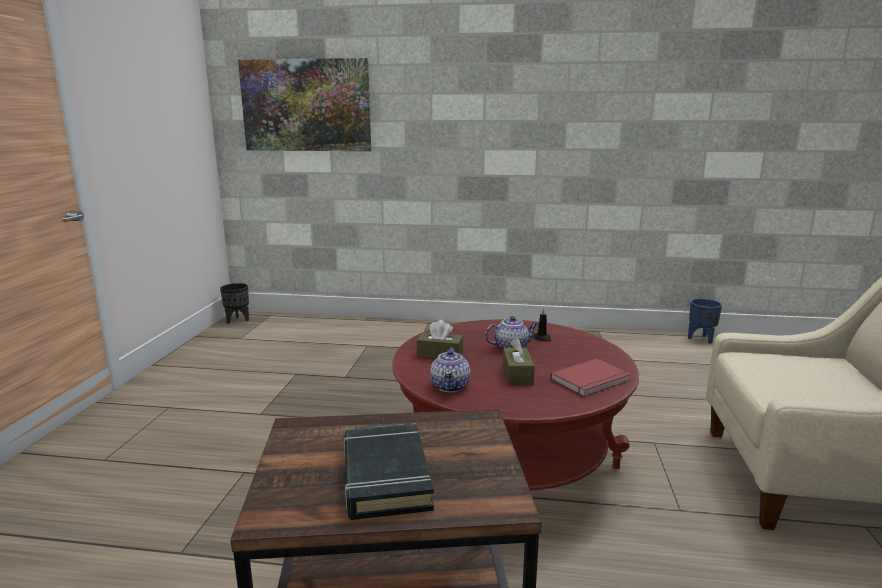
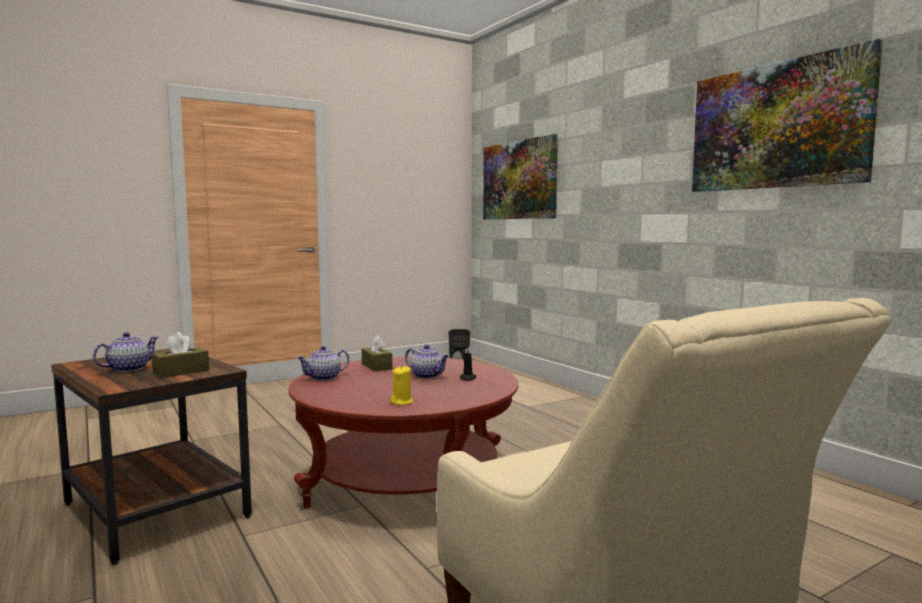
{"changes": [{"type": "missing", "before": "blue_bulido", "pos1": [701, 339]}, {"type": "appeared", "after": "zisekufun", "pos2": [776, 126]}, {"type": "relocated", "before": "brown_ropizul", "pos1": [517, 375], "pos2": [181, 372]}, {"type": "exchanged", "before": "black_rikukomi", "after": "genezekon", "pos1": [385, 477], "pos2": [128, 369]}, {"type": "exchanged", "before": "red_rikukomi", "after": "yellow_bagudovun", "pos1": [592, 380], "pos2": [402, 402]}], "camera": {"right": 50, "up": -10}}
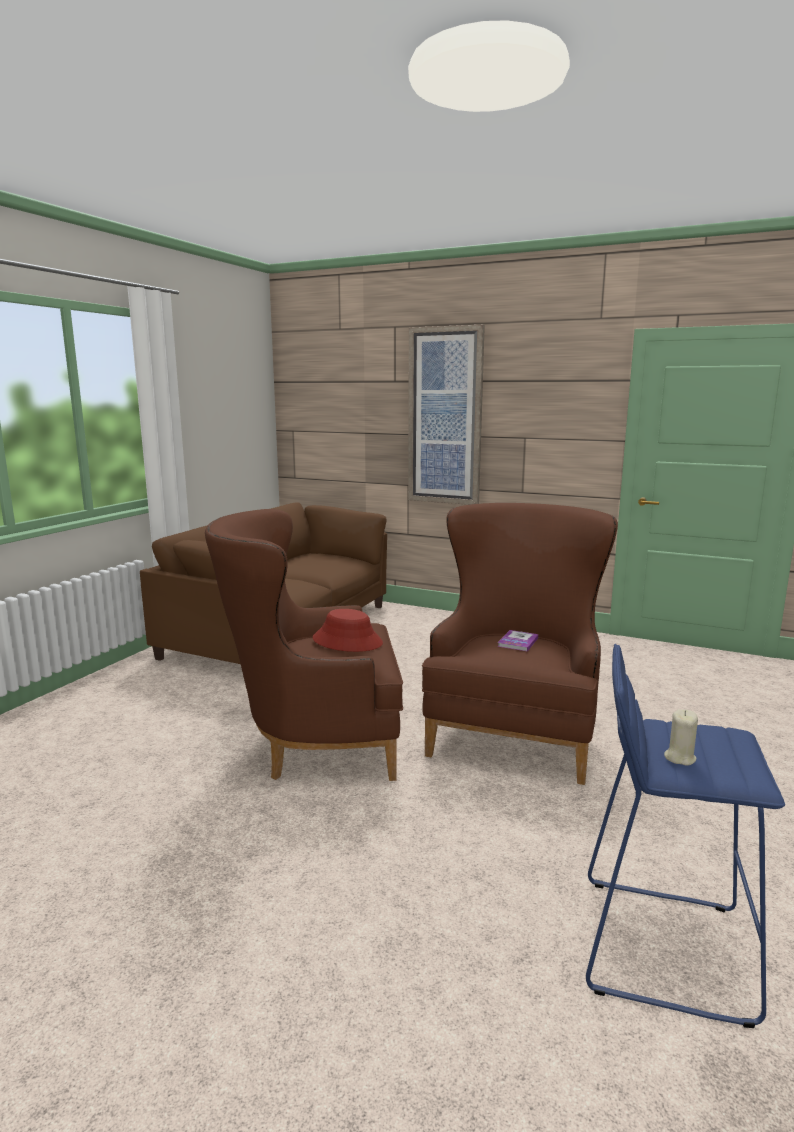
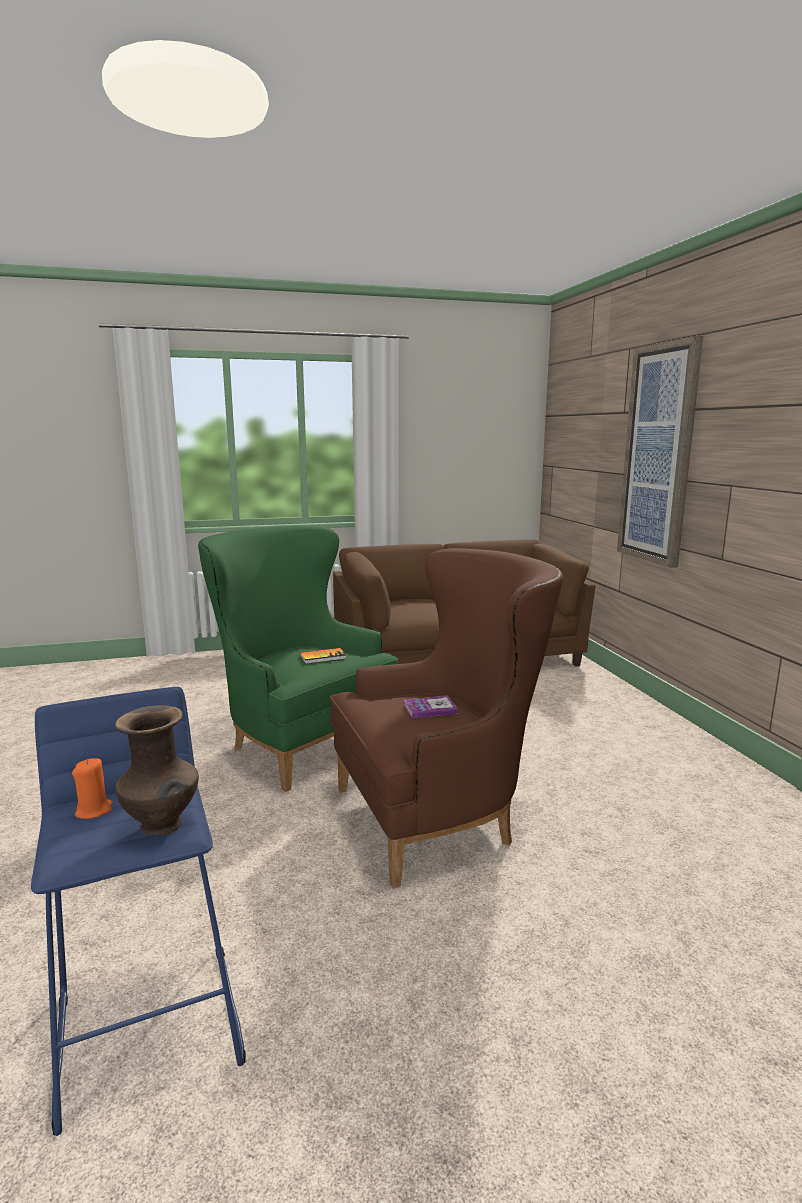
{"changes": [{"type": "appeared", "after": "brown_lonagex", "pos2": [163, 826]}, {"type": "exchanged", "before": "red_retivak", "after": "rikukomi", "pos1": [347, 641], "pos2": [323, 657]}, {"type": "colour", "before": "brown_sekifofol", "after": "green_sekifofol", "pos1": [313, 743], "pos2": [299, 740]}, {"type": "colour", "before": "beige_bagudovun", "after": "orange_bagudovun", "pos1": [679, 757], "pos2": [94, 810]}], "camera": {"right": 50, "up": 0}}
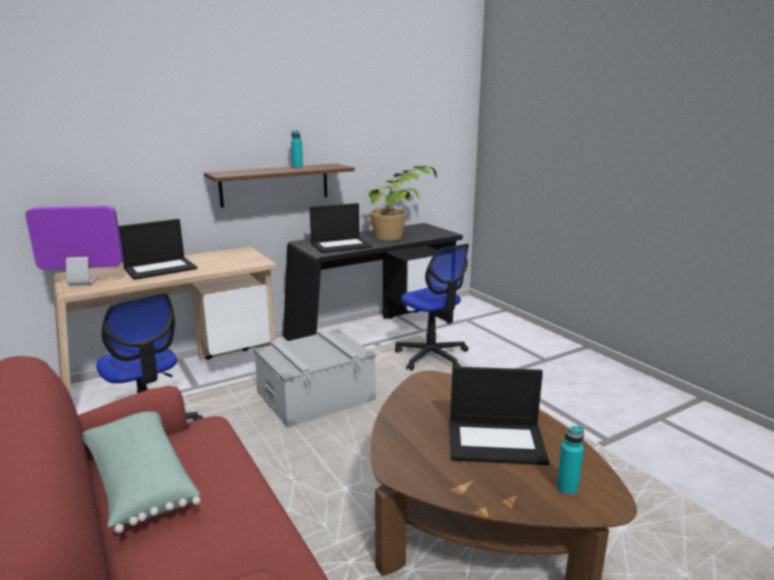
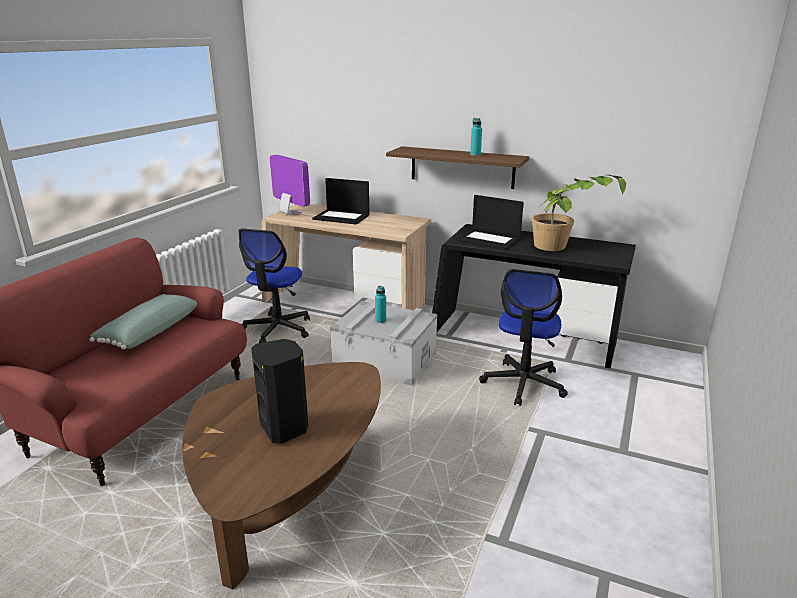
{"changes": [{"type": "relocated", "before": "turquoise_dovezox", "pos1": [567, 488], "pos2": [380, 320]}, {"type": "exchanged", "before": "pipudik", "after": "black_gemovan", "pos1": [497, 442], "pos2": [285, 428]}], "camera": {"right": 55, "up": 5}}
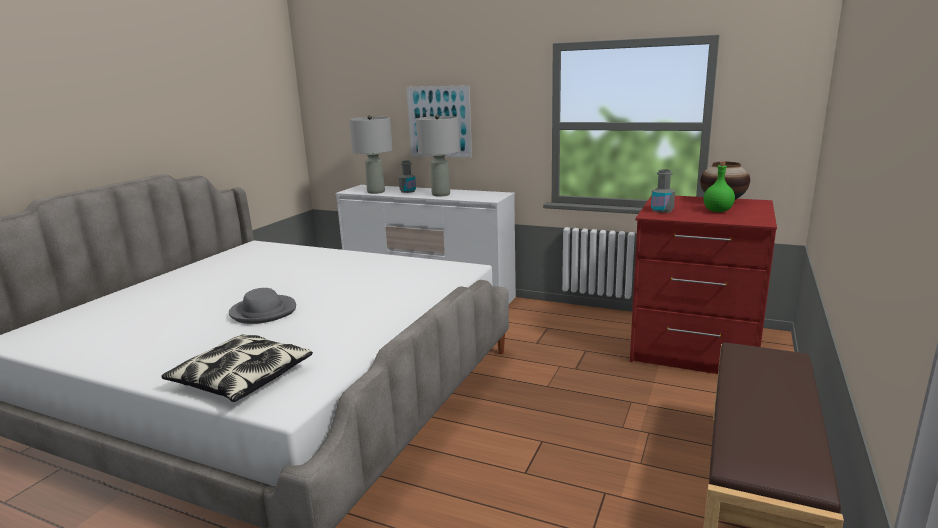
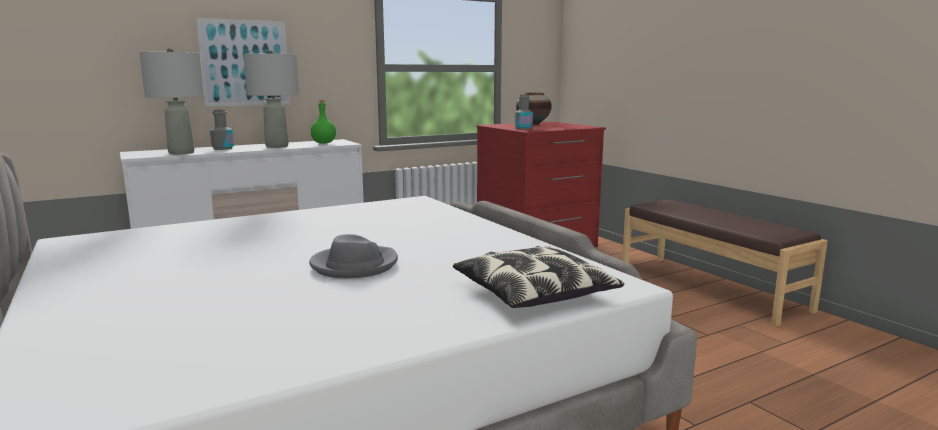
{"changes": [{"type": "relocated", "before": "green_dovezox", "pos1": [718, 211], "pos2": [324, 143]}], "camera": {"right": -55, "up": -5}}
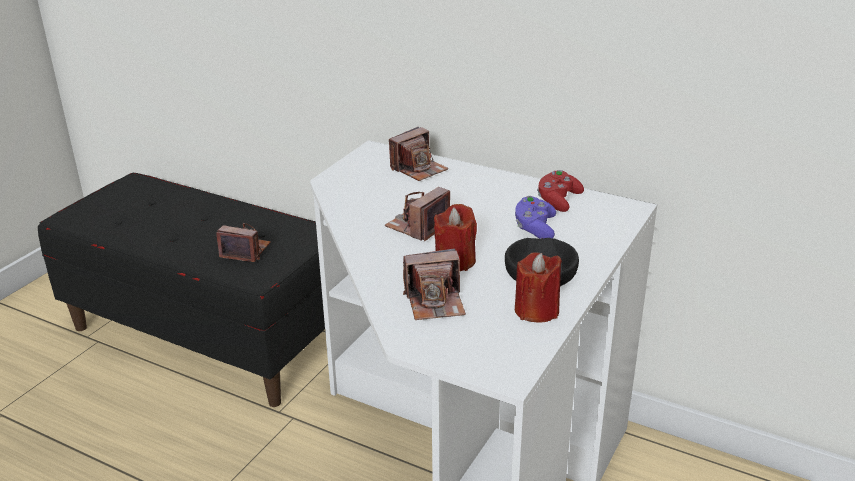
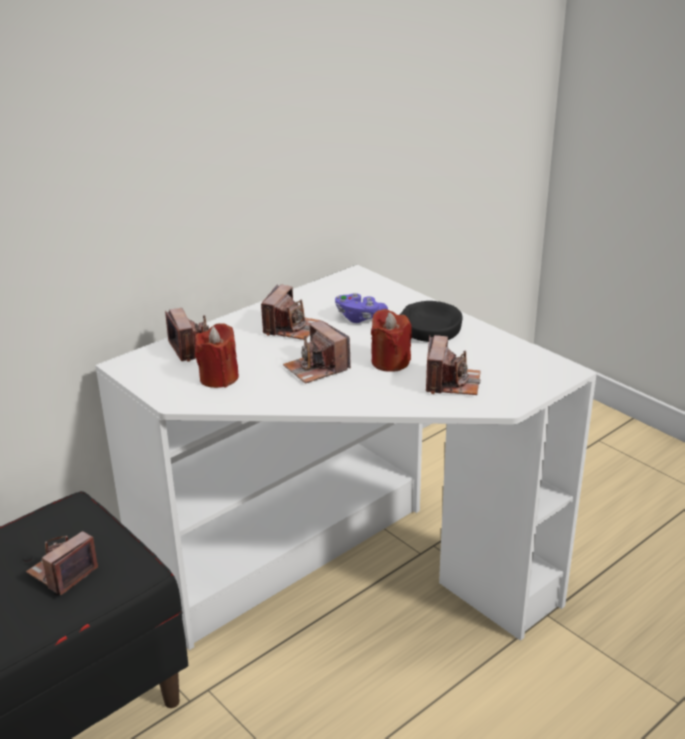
{"changes": [{"type": "missing", "before": "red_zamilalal", "pos1": [558, 200]}, {"type": "appeared", "after": "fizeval", "pos2": [291, 328]}, {"type": "relocated", "before": "red_bagudovun", "pos1": [536, 310], "pos2": [219, 378]}], "camera": {"right": -70, "up": 0}}
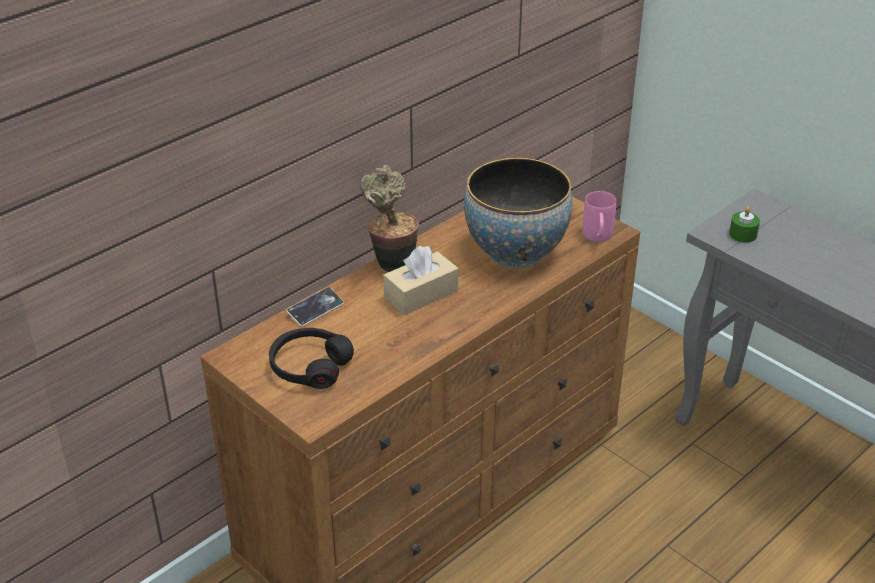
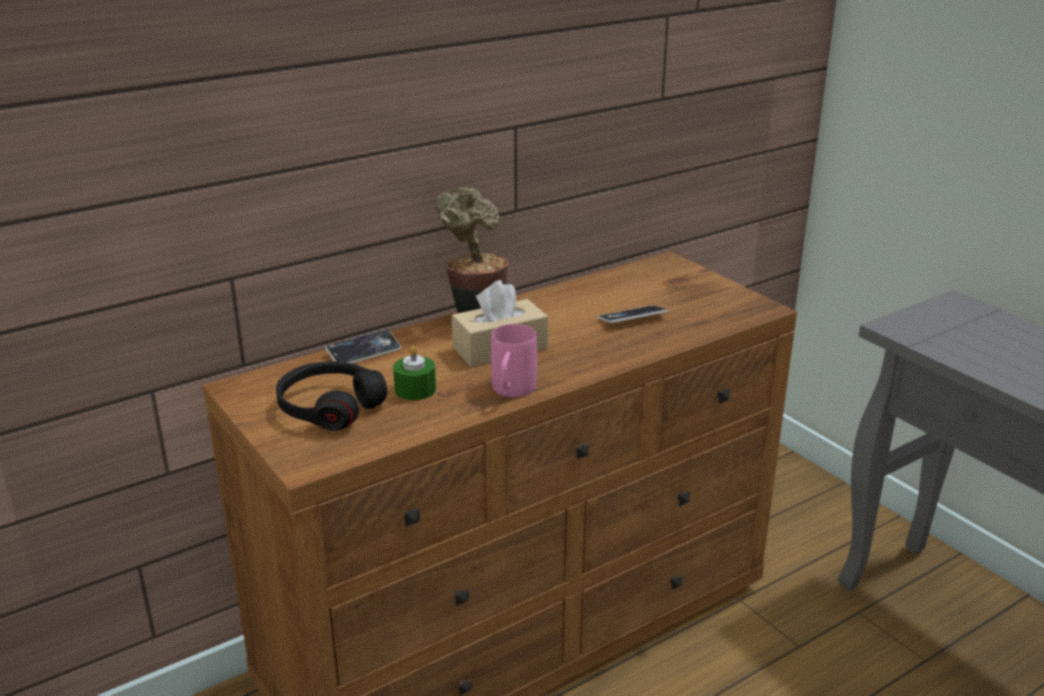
{"changes": [{"type": "relocated", "before": "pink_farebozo", "pos1": [597, 238], "pos2": [511, 392]}, {"type": "relocated", "before": "green_bagudovun", "pos1": [743, 234], "pos2": [415, 389]}, {"type": "exchanged", "before": "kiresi", "after": "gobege", "pos1": [515, 252], "pos2": [632, 318]}], "camera": {"right": 10, "up": -10}}
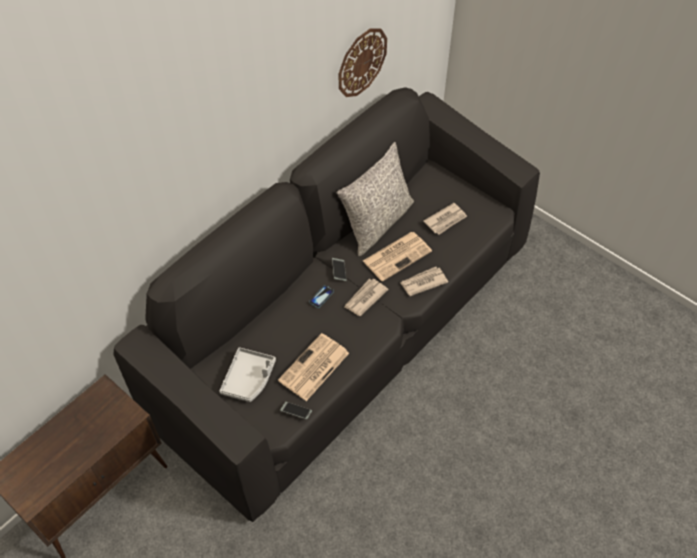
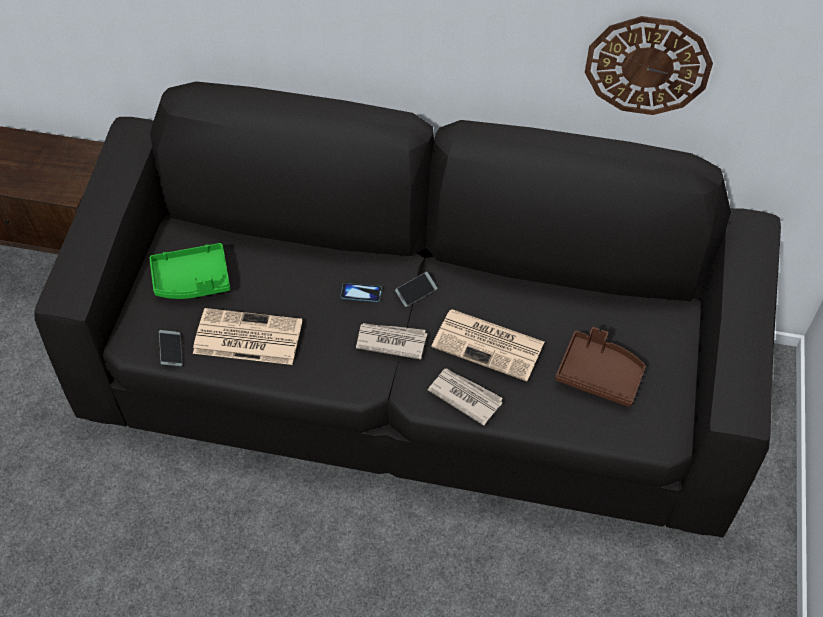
{"changes": [{"type": "missing", "before": "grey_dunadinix", "pos1": [376, 223]}, {"type": "exchanged", "before": "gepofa", "after": "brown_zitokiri", "pos1": [446, 220], "pos2": [599, 374]}, {"type": "colour", "before": "grey_zitokiri", "after": "green_zitokiri", "pos1": [249, 379], "pos2": [192, 280]}], "camera": {"right": 60, "up": 0}}
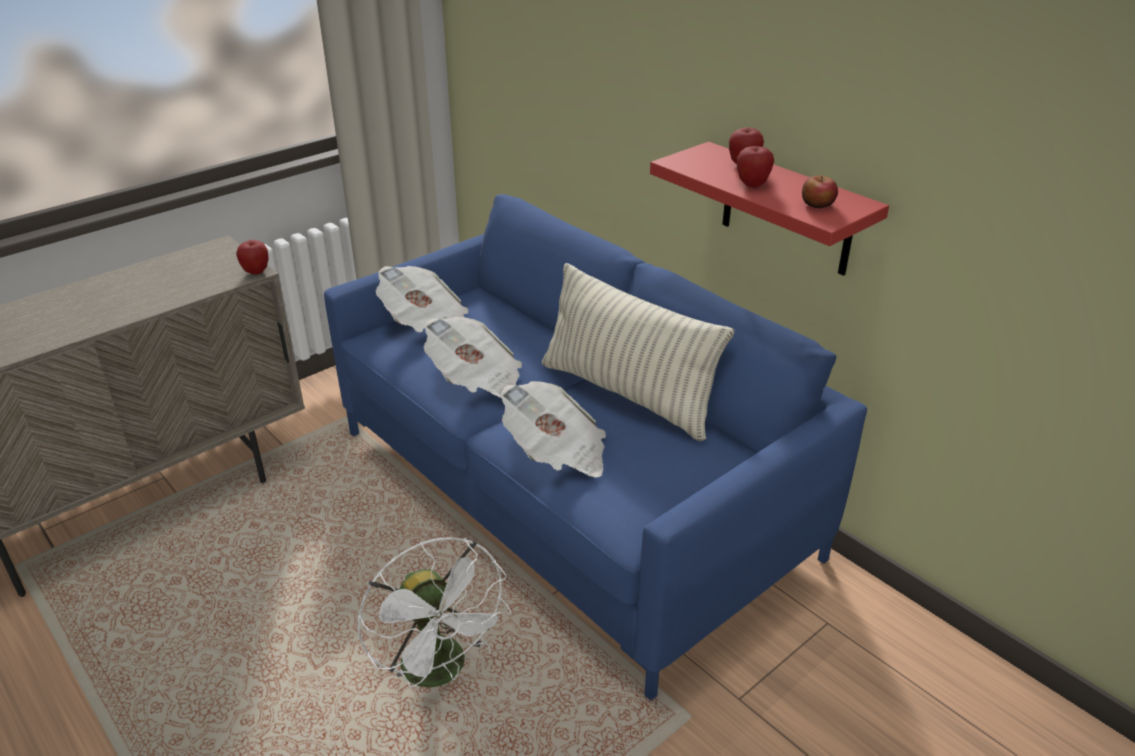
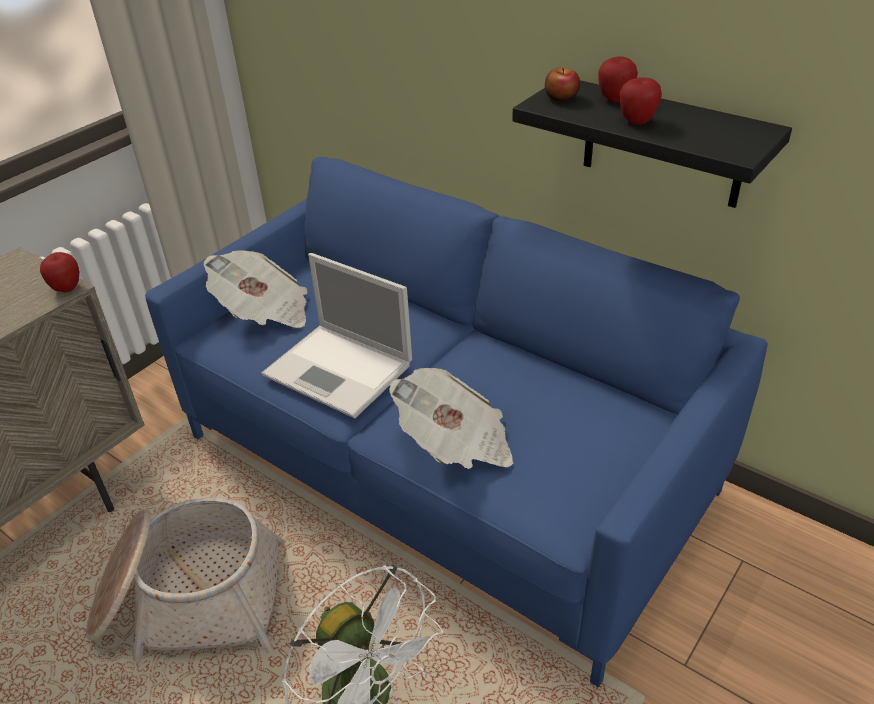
{"changes": [{"type": "missing", "before": "dunadinix", "pos1": [627, 394]}, {"type": "appeared", "after": "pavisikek", "pos2": [190, 599]}, {"type": "relocated", "before": "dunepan", "pos1": [817, 204], "pos2": [561, 98]}, {"type": "exchanged", "before": "gepofa", "after": "pipudik", "pos1": [476, 380], "pos2": [340, 370]}, {"type": "colour", "before": "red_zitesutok", "after": "black_zitesutok", "pos1": [787, 210], "pos2": [662, 143]}], "camera": {"right": -10, "up": 5}}
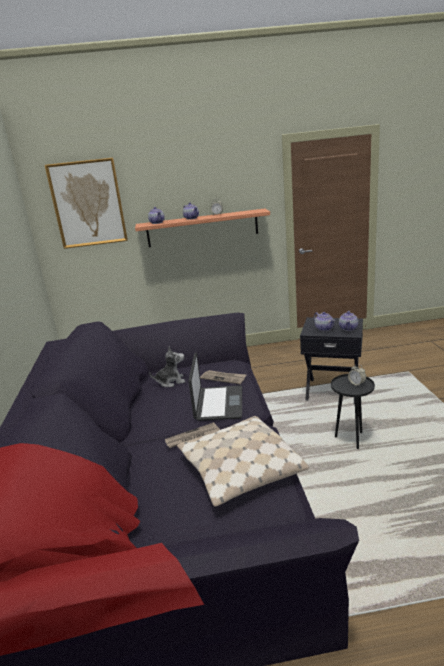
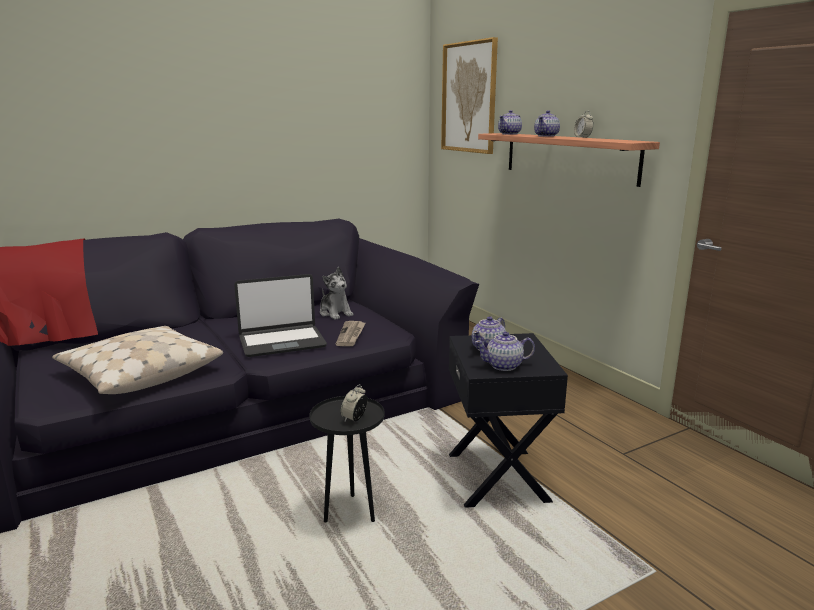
{"changes": [{"type": "missing", "before": "gepofa", "pos1": [192, 437]}], "camera": {"right": 65, "up": -5}}
